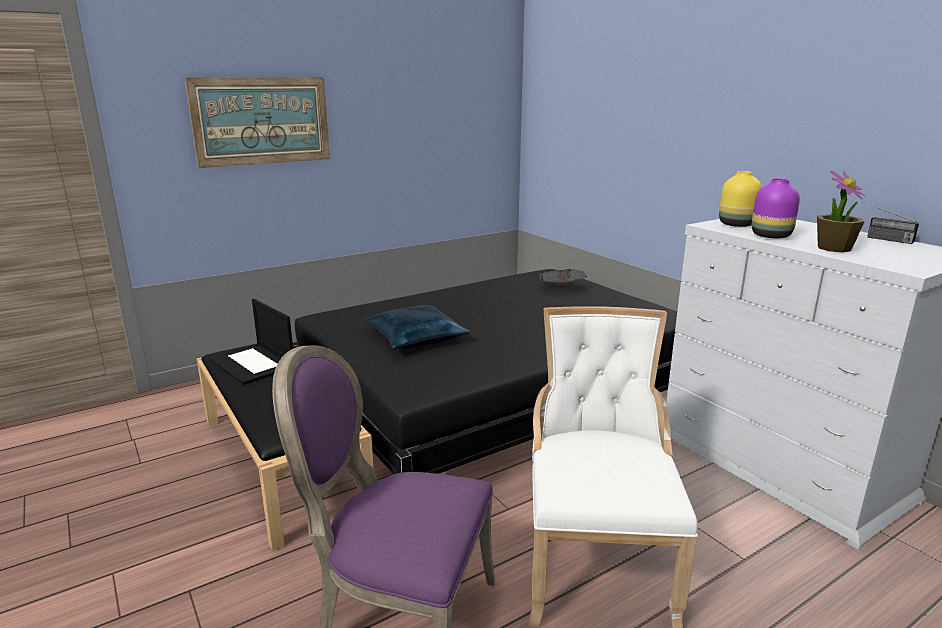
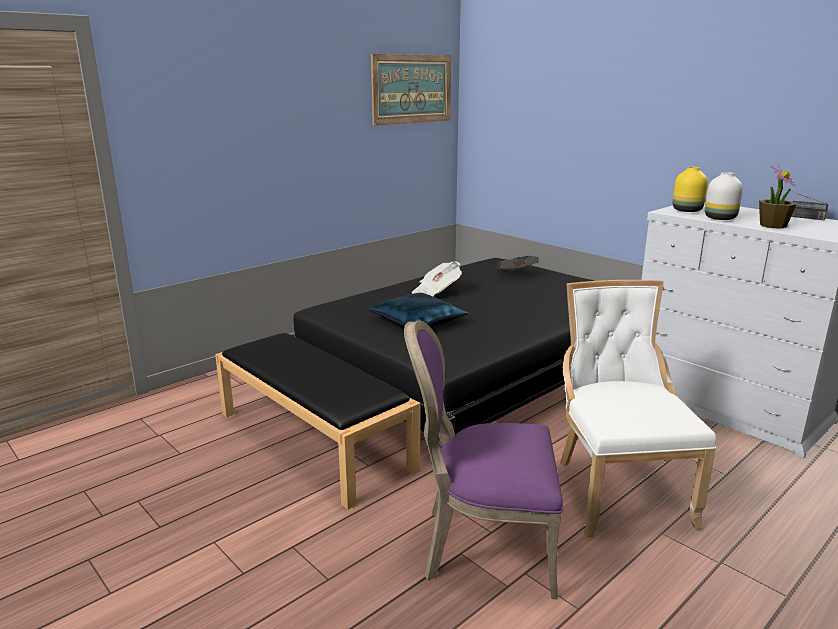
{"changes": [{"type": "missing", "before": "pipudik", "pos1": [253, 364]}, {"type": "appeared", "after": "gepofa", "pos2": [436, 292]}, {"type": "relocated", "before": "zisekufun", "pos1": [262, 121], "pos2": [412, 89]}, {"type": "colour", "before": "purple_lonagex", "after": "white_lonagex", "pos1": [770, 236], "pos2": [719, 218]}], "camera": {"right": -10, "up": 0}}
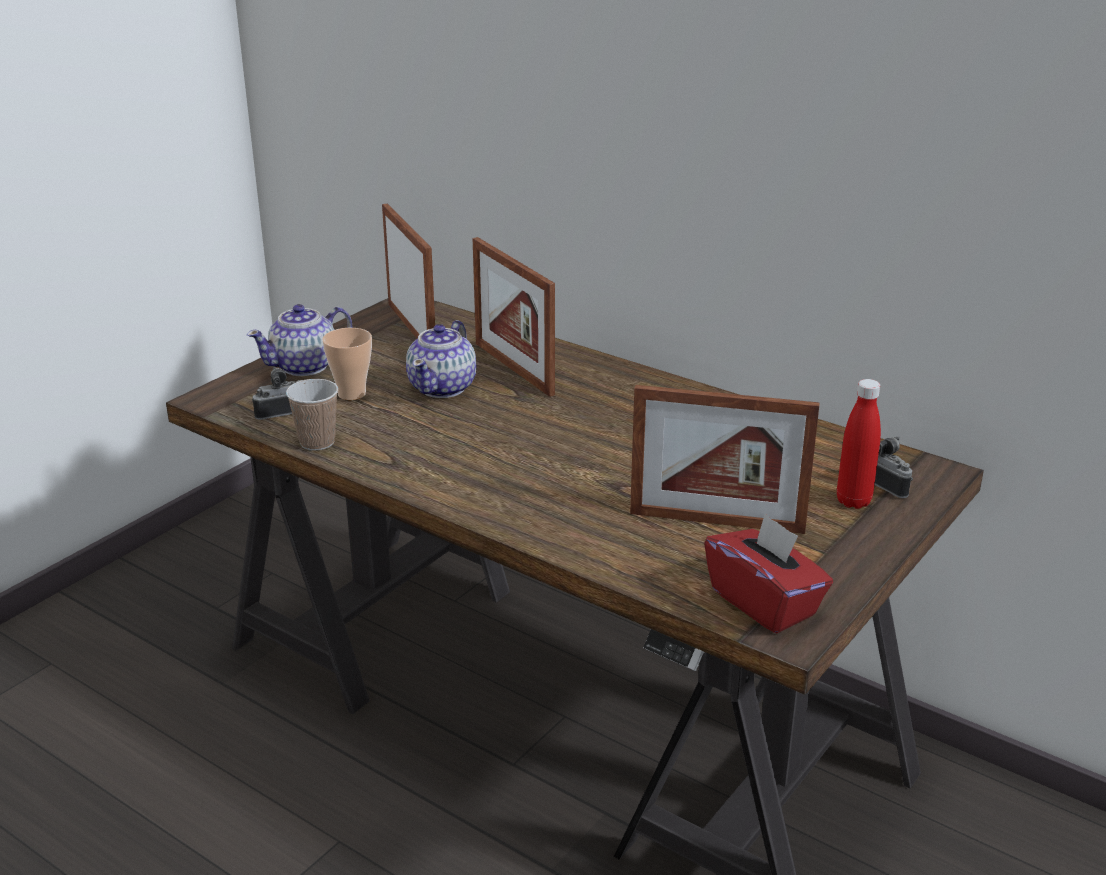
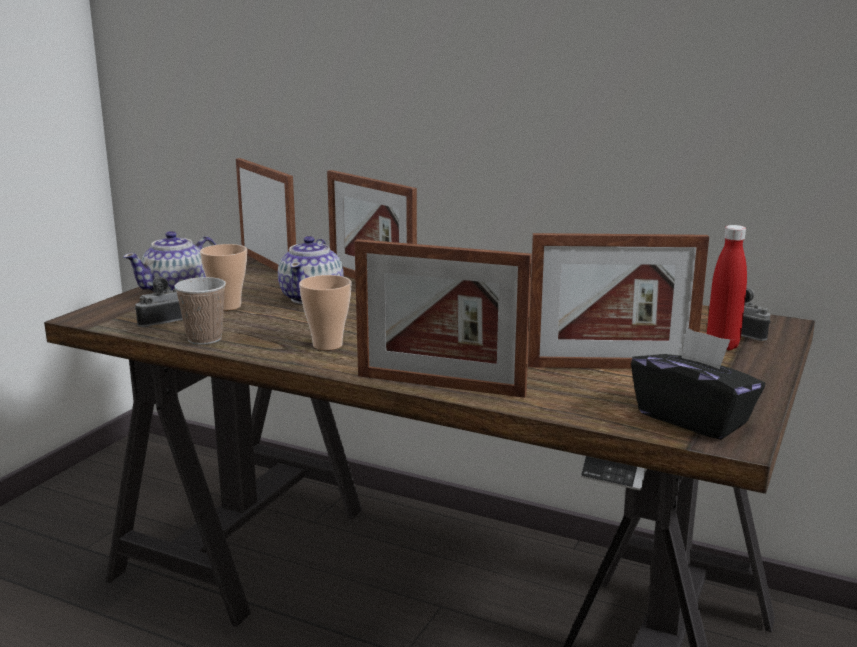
{"changes": [{"type": "appeared", "after": "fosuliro", "pos2": [327, 345]}, {"type": "appeared", "after": "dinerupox", "pos2": [440, 385]}, {"type": "colour", "before": "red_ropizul", "after": "black_ropizul", "pos1": [764, 602], "pos2": [693, 419]}], "camera": {"right": -10, "up": -10}}
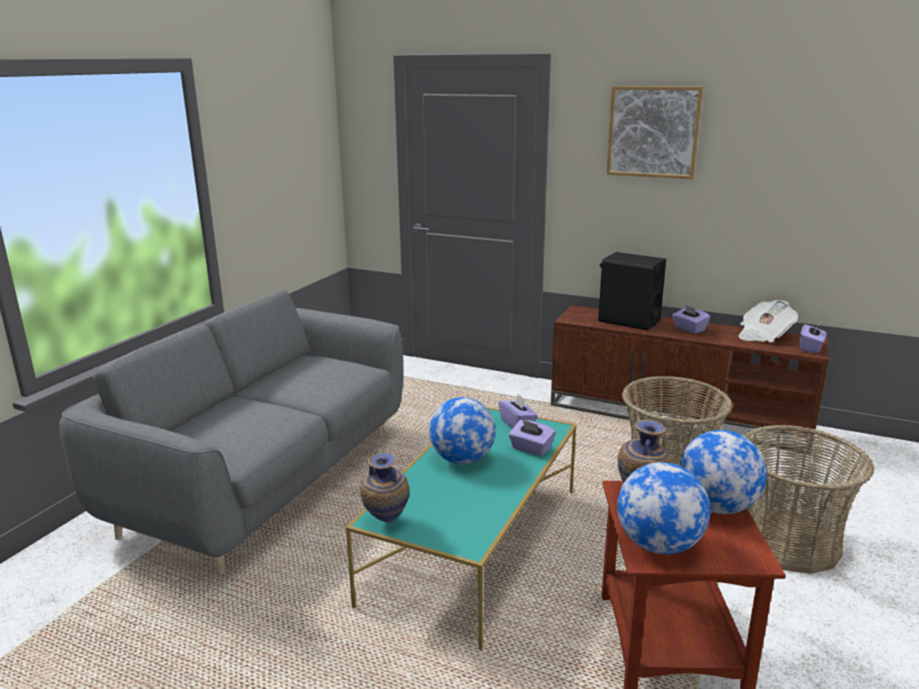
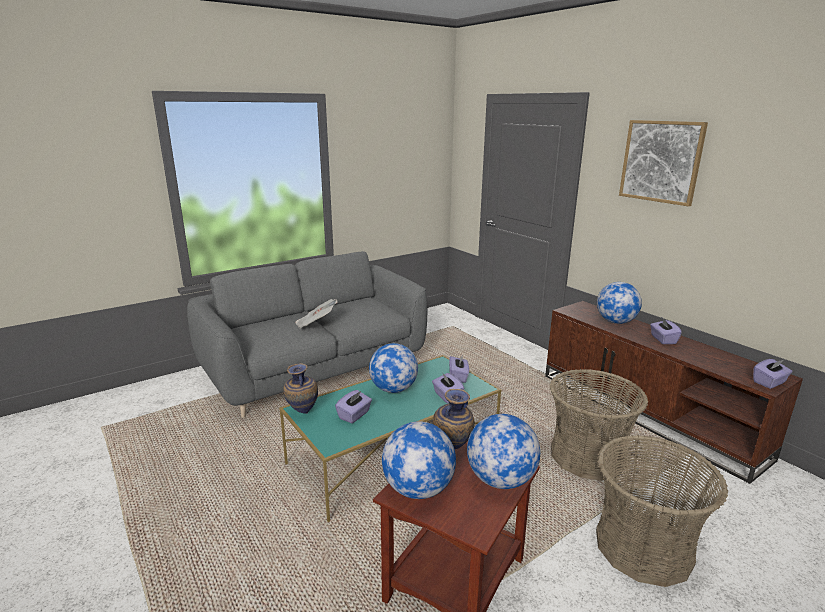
{"changes": [{"type": "appeared", "after": "purple_ropizul", "pos2": [354, 415]}, {"type": "relocated", "before": "gepofa", "pos1": [763, 335], "pos2": [316, 324]}, {"type": "exchanged", "before": "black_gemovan", "after": "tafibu", "pos1": [628, 321], "pos2": [615, 322]}], "camera": {"right": 30, "up": 0}}
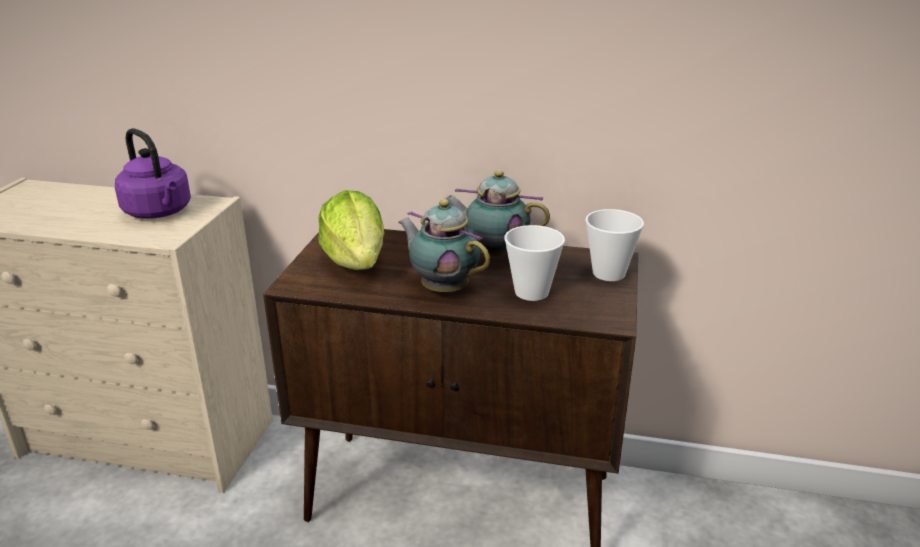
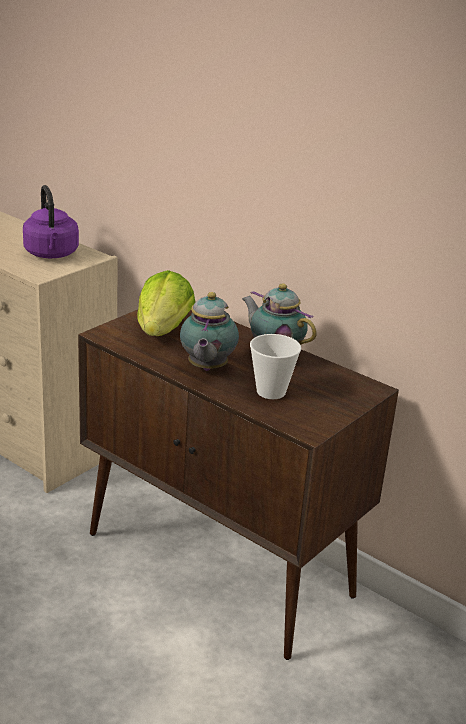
{"changes": [{"type": "missing", "before": "fosuliro", "pos1": [609, 273]}, {"type": "spun", "before": "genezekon", "pos1": [442, 288], "pos2": [206, 368], "turn": -150}], "camera": {"right": 25, "up": 0}}
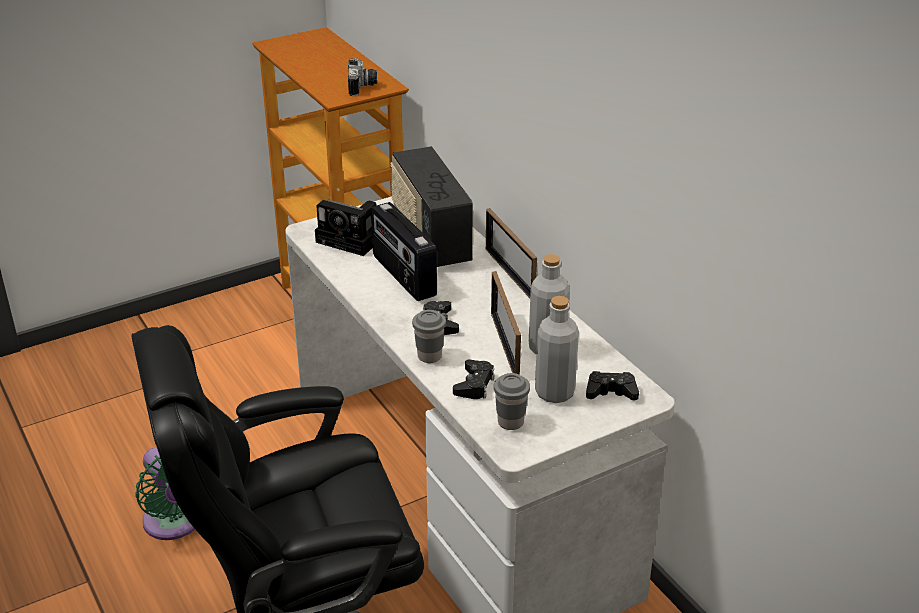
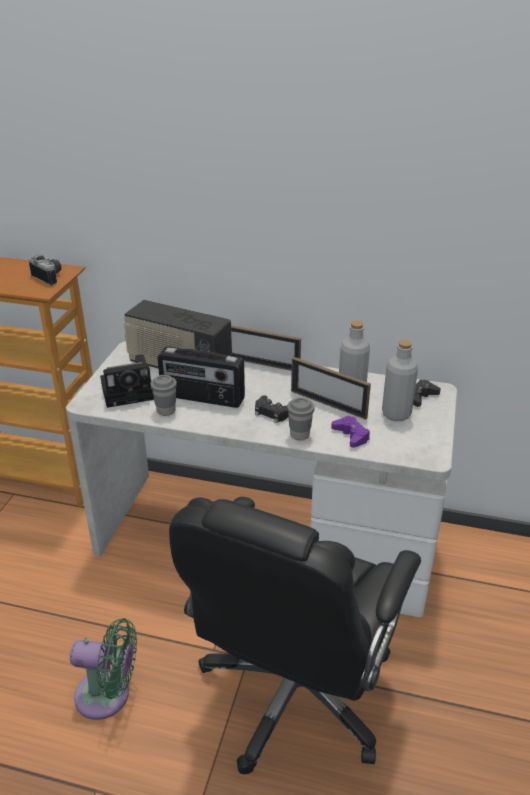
{"changes": [{"type": "relocated", "before": "grey_fosuliro", "pos1": [510, 422], "pos2": [166, 411]}, {"type": "colour", "before": "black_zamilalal", "after": "purple_zamilalal", "pos1": [474, 385], "pos2": [351, 435]}], "camera": {"right": -45, "up": 0}}
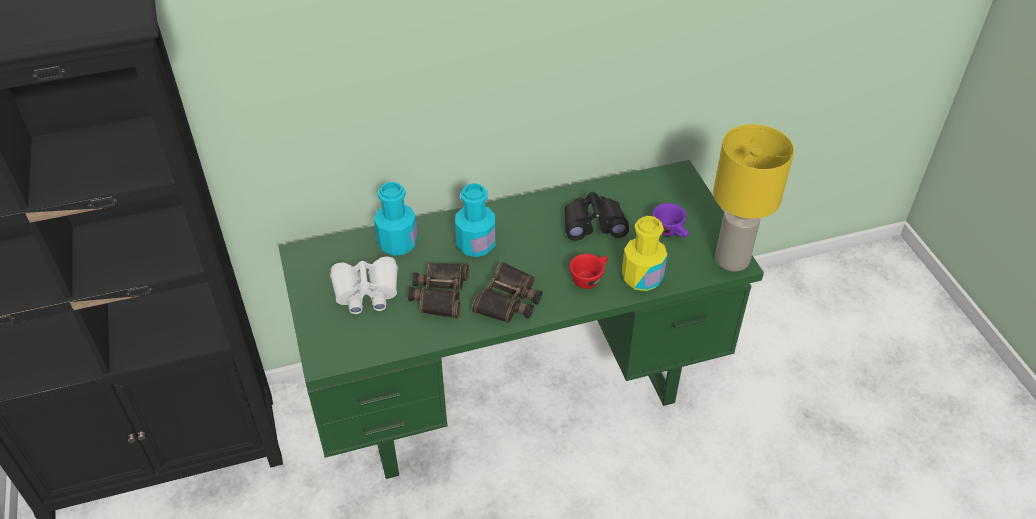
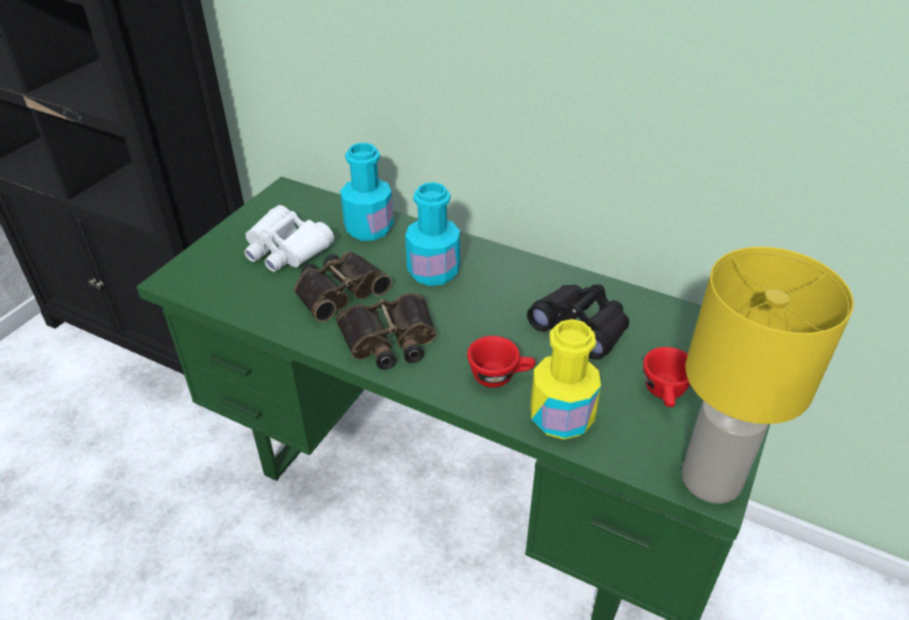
{"changes": [{"type": "colour", "before": "purple_fosuliro", "after": "red_fosuliro", "pos1": [671, 232], "pos2": [665, 394]}], "camera": {"right": 45, "up": -5}}
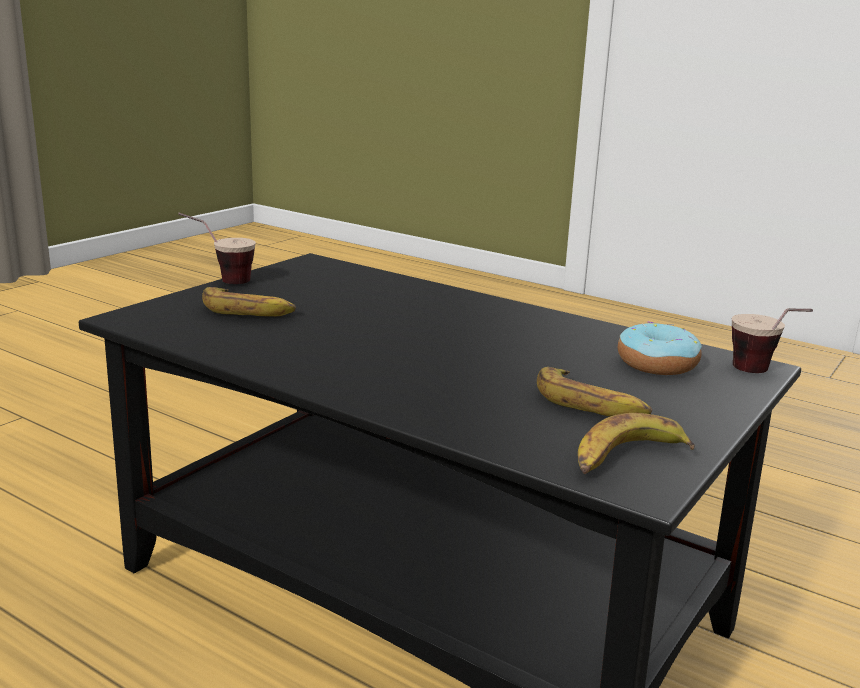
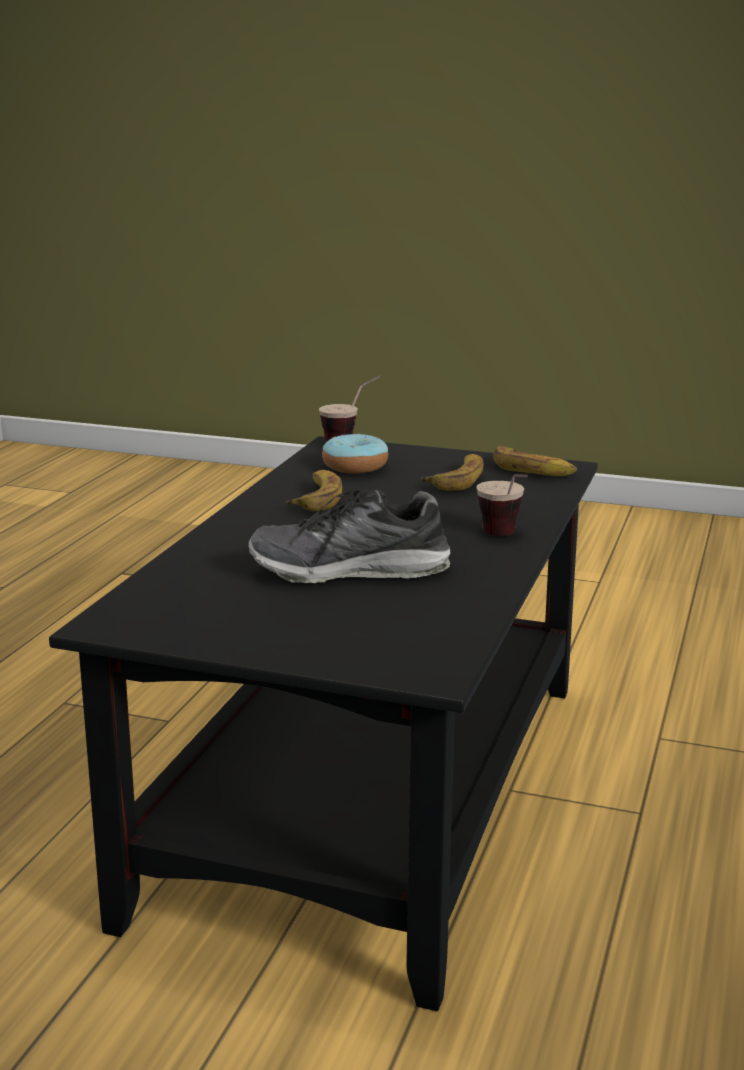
{"changes": [{"type": "appeared", "after": "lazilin", "pos2": [350, 570]}, {"type": "relocated", "before": "fosuliro", "pos1": [219, 281], "pos2": [506, 538]}, {"type": "relocated", "before": "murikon", "pos1": [248, 311], "pos2": [316, 498]}], "camera": {"right": -105, "up": 0}}
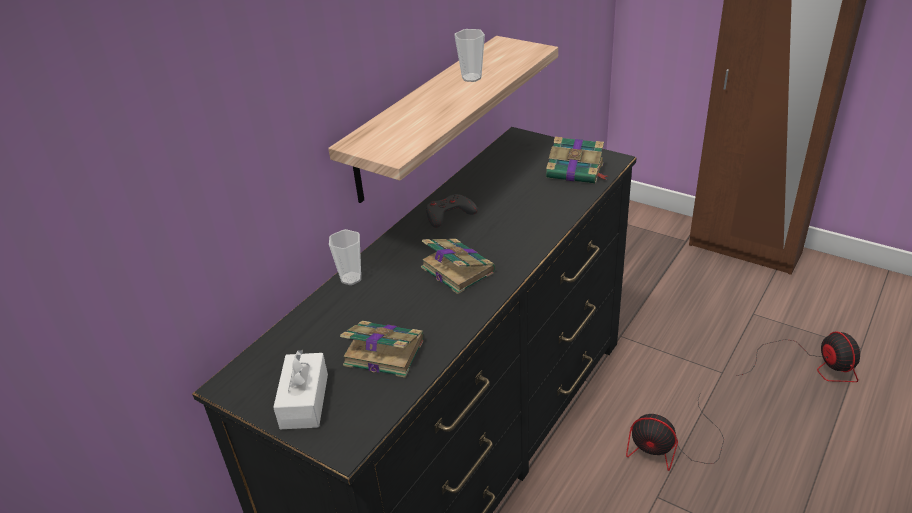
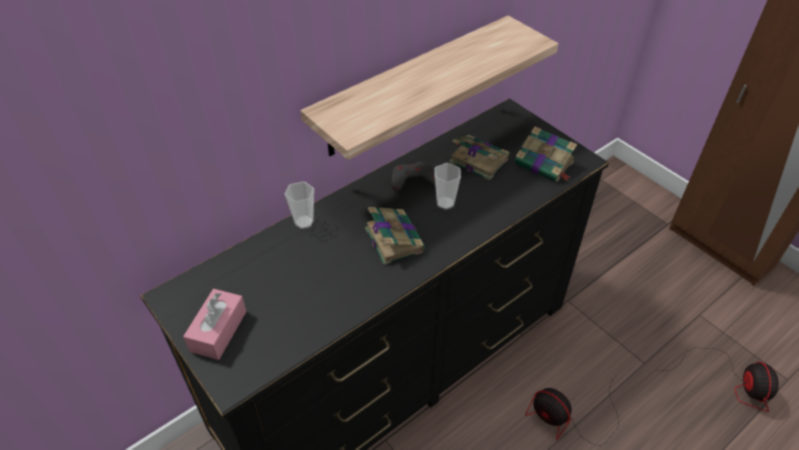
{"changes": [{"type": "relocated", "before": "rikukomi", "pos1": [382, 352], "pos2": [477, 160]}, {"type": "relocated", "before": "fosuliro", "pos1": [471, 78], "pos2": [445, 203]}, {"type": "colour", "before": "white_ropizul", "after": "pink_ropizul", "pos1": [304, 401], "pos2": [218, 331]}], "camera": {"right": 15, "up": 10}}
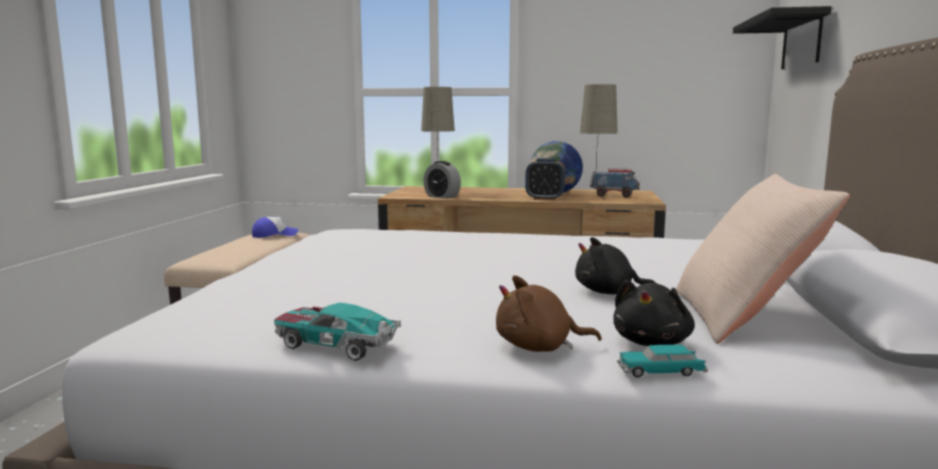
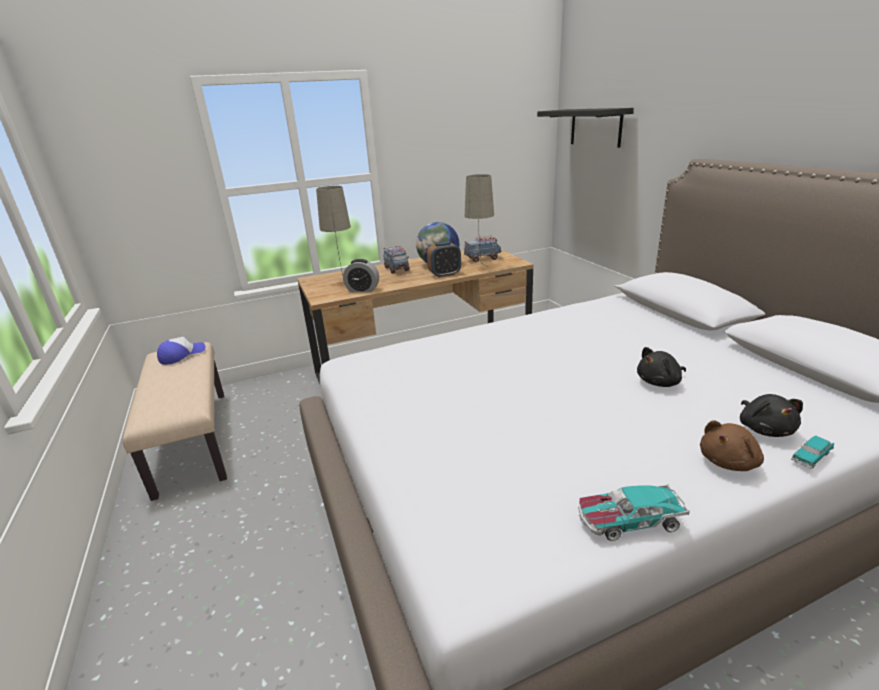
{"changes": [{"type": "missing", "before": "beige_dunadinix", "pos1": [743, 316]}, {"type": "appeared", "after": "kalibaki", "pos2": [396, 269]}], "camera": {"right": -30, "up": 15}}
